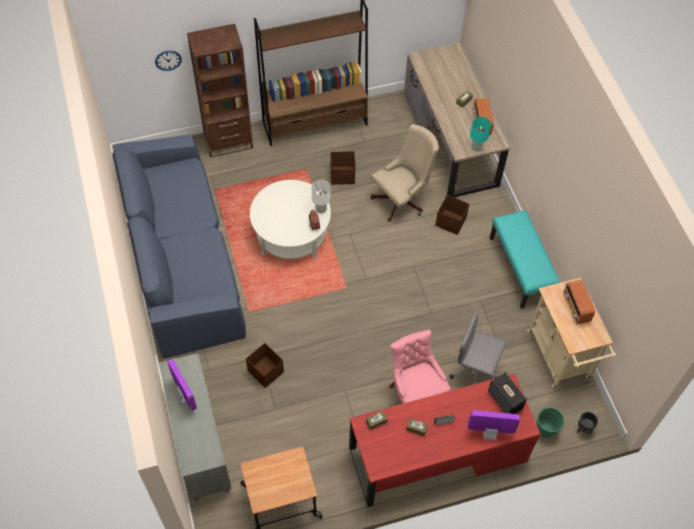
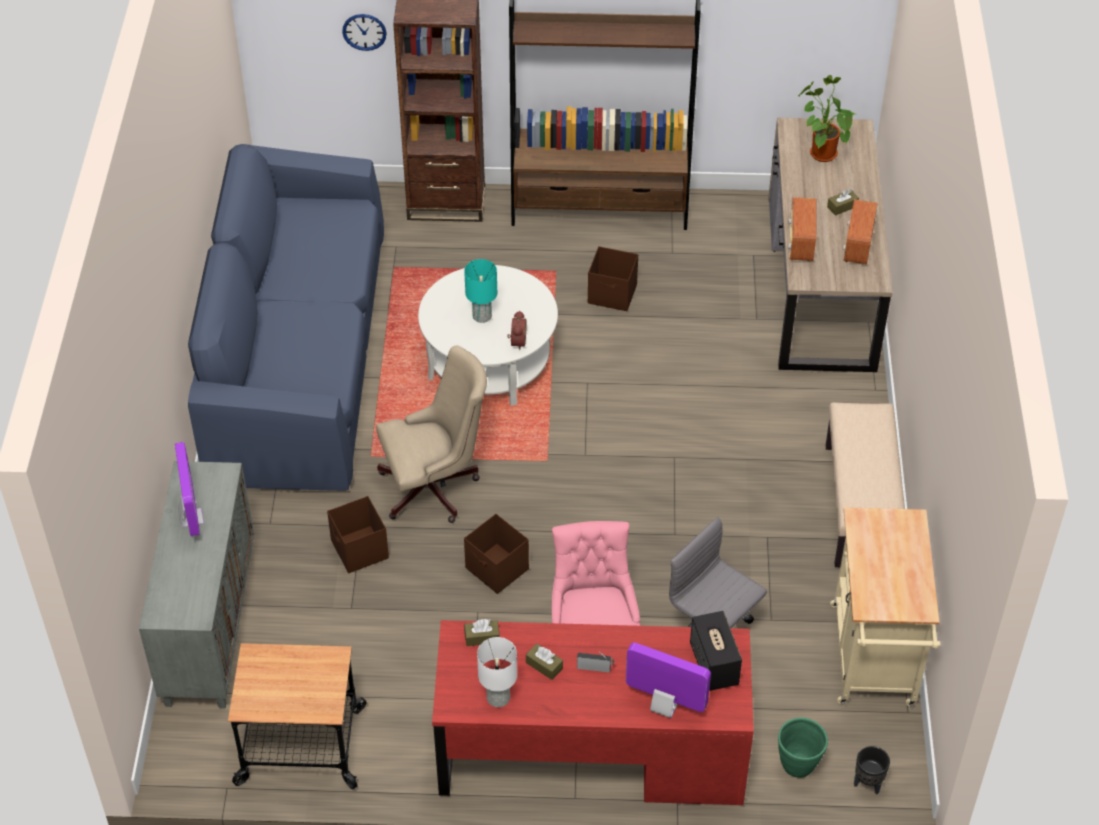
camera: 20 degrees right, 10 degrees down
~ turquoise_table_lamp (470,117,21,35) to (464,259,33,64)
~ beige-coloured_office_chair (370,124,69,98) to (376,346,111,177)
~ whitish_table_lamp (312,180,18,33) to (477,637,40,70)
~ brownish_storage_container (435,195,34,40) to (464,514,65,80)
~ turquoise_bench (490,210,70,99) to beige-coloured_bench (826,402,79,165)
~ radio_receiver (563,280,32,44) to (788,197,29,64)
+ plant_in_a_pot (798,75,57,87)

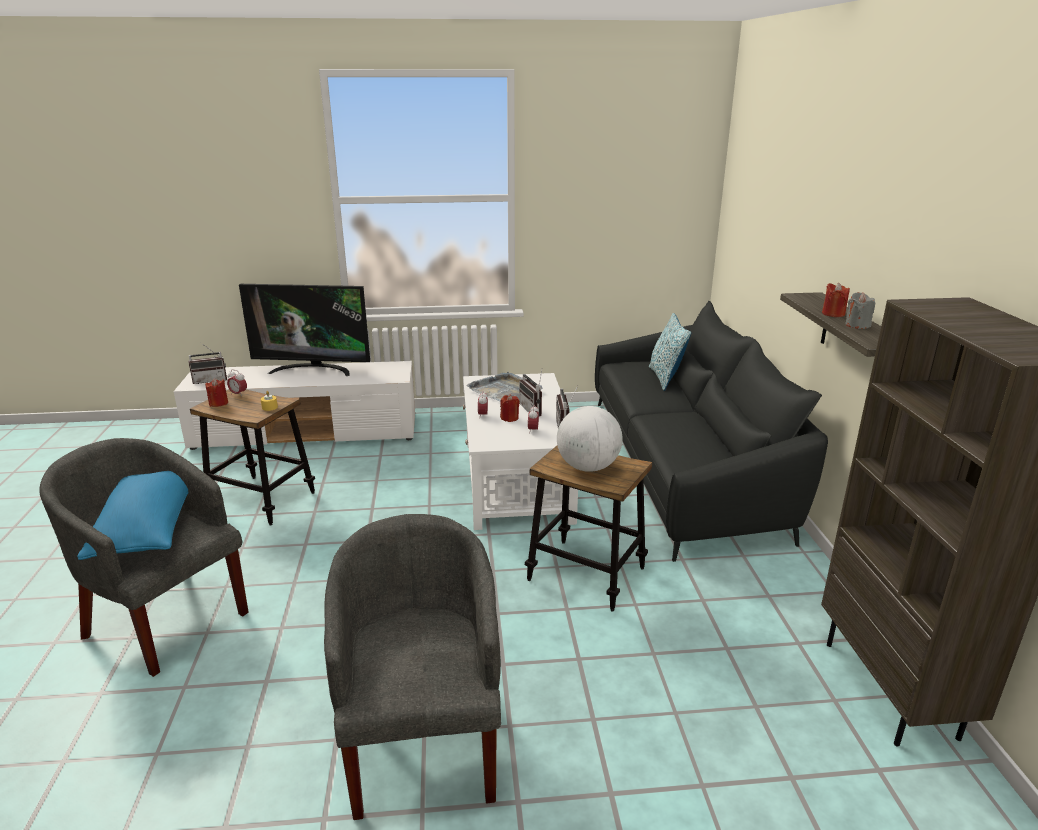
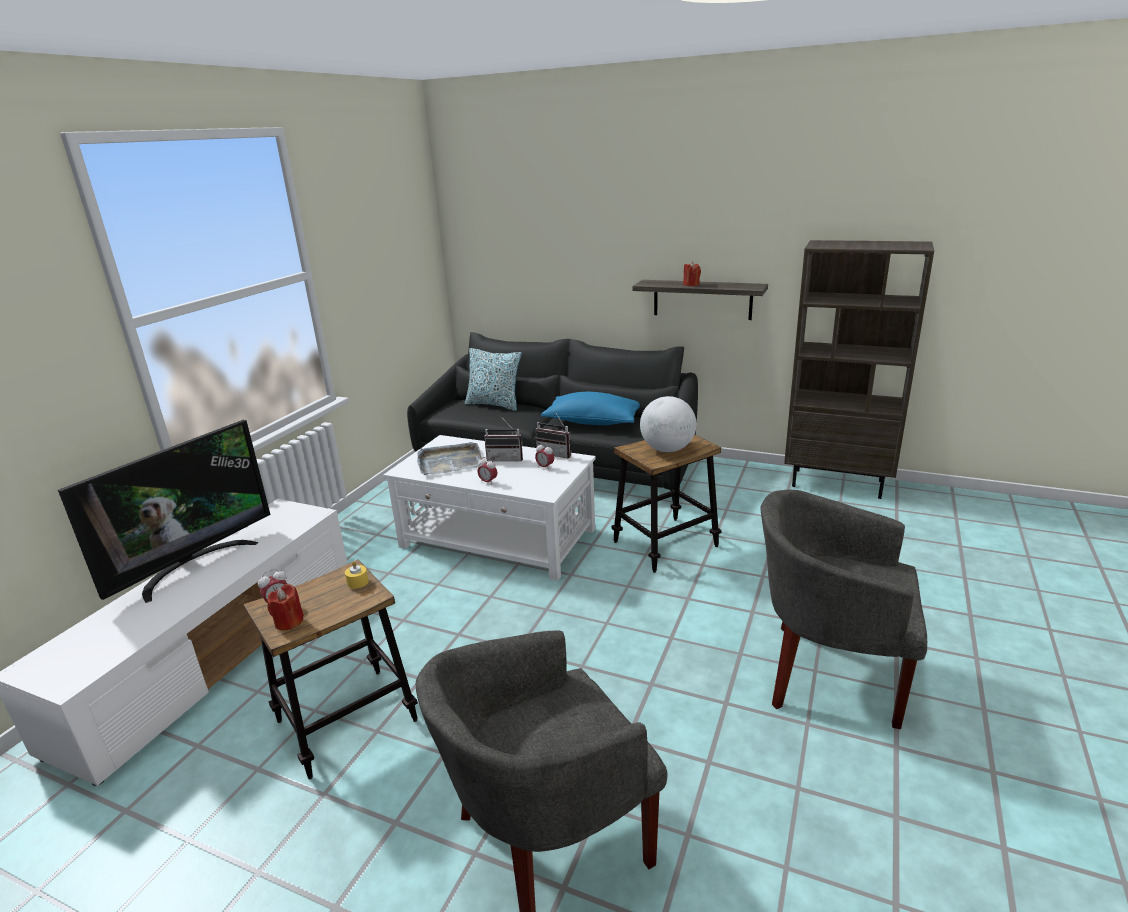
camera: 60 degrees left, 0 degrees up
- greyish_wax_light (845,292,30,37)
- radio_receiver (188,342,39,42)
- reddish_wax_light (500,394,20,28)
~ bluish_throw_pillow (77,471,112,89) to (541,392,99,33)

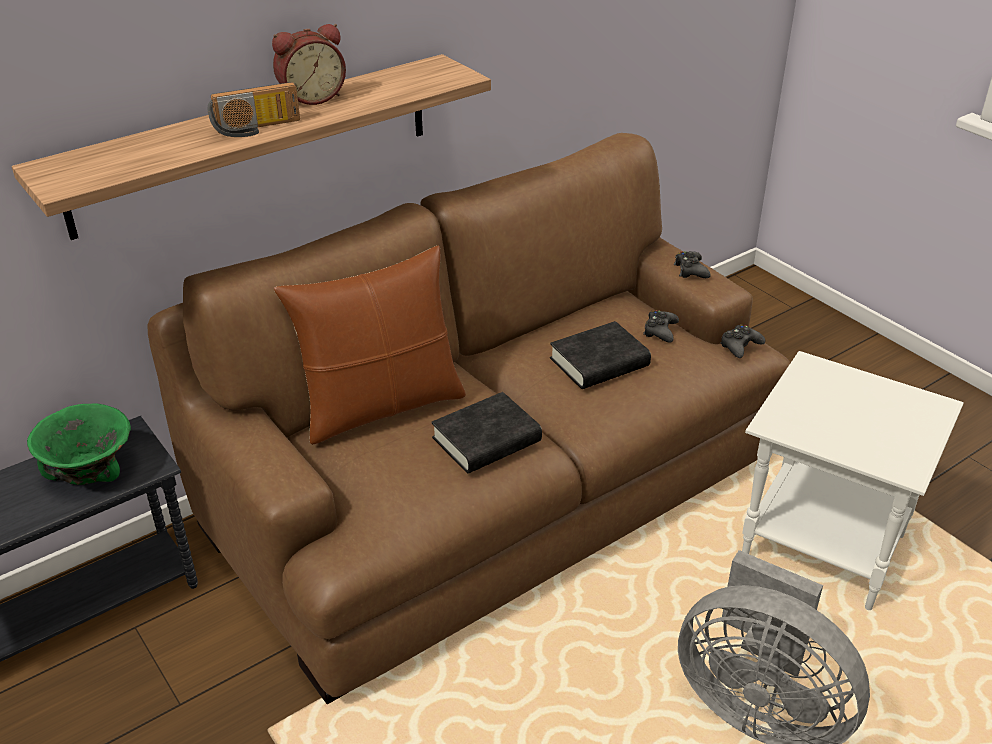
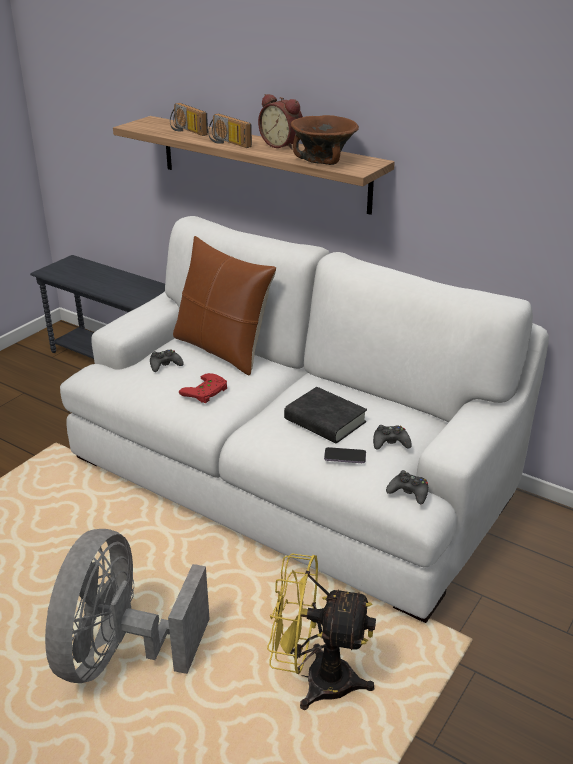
camera: 70 degrees right, 5 degrees down
~ brownish_settee (147,133,644,571) to whitish_settee (60,216,489,407)
~ blackish_gamepad (674,251,37,27) to (150,349,34,23)
~ whitish_accent_table (742,351,222,259) to yellow-coloured_fan (267,554,109,156)
~ blackish_book (431,392,111,81) to reddish_gamepad (179,373,48,30)
- green-coloured_serving_bowl (27,403,104,82)
+ radio_receiver (170,103,38,33)
+ brownish_serving_bowl (291,115,68,50)
+ handset (324,447,42,16)

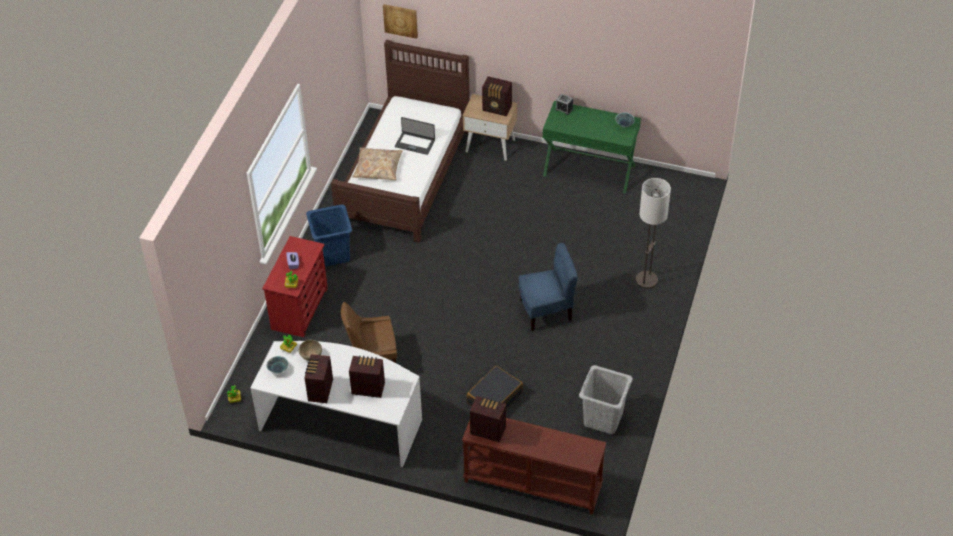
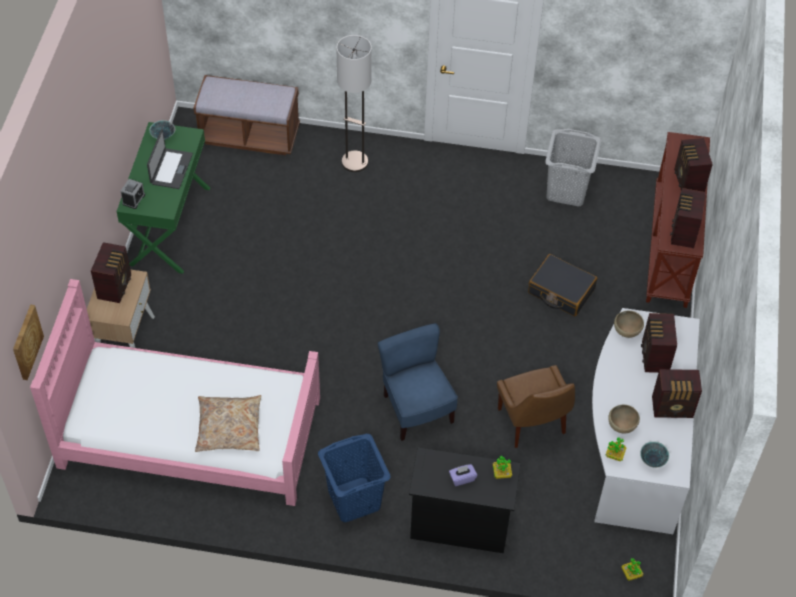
camera: 100 degrees left, 5 degrees up
~ brownish_bed (331,40,139,203) to pink-coloured_bed (30,279,290,227)
~ portable_computer (395,117,40,38) to (147,129,46,60)
~ reddish_chest_of_drawers (262,236,66,101) to blackish_chest_of_drawers (409,448,112,105)
~ bluish_upright_chair (519,243,59,88) to (378,323,80,118)
+ brownish_bench (194,75,106,80)
+ radio_receiver (674,138,39,54)
+ brownish_serving_bowl (614,311,30,27)

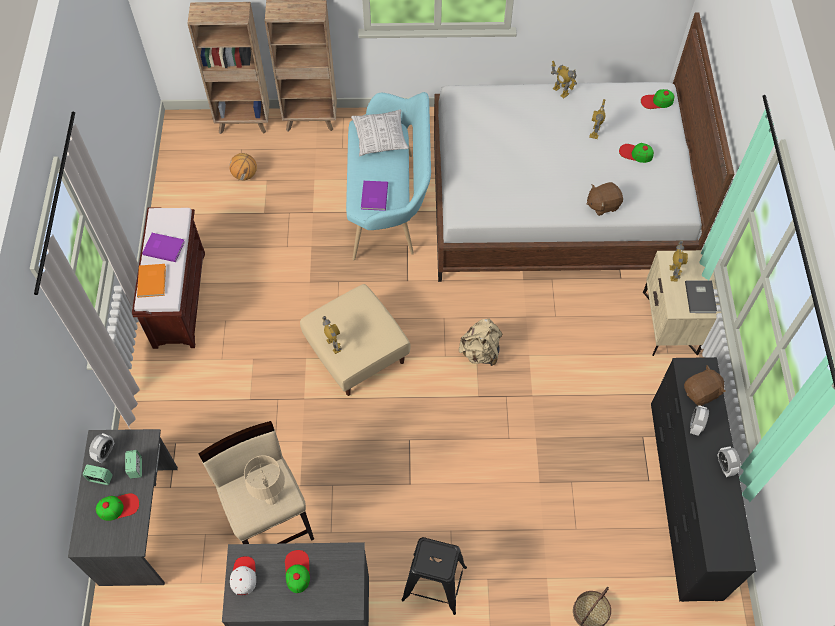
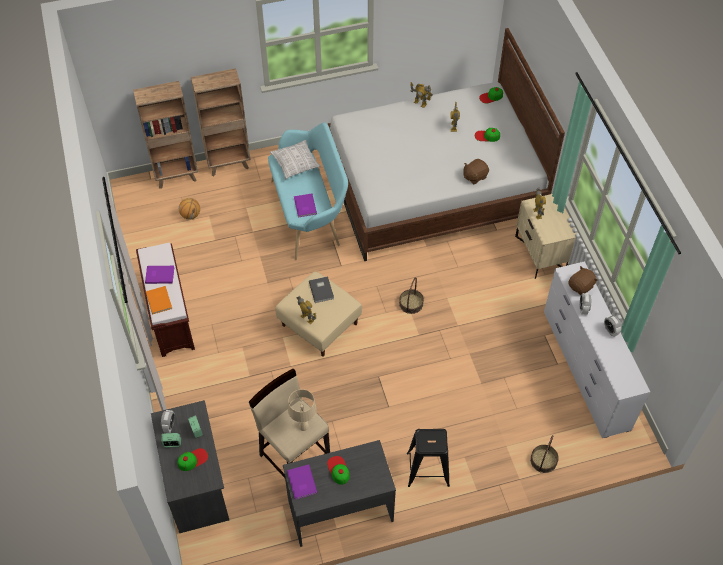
camera: 15 degrees left, 5 degrees down
~ greyish_book (685,281,32,32) to (309,276,25,27)
~ beige-coloured_knapsack (459,318,43,48) to basket (399,277,25,37)
~ blackish_chest_of_drawers (651,357,105,245) to whitish_chest_of_drawers (544,261,106,177)
~ whitish_baseball_cap (230,556,26,39) to purplish_book (287,464,31,36)

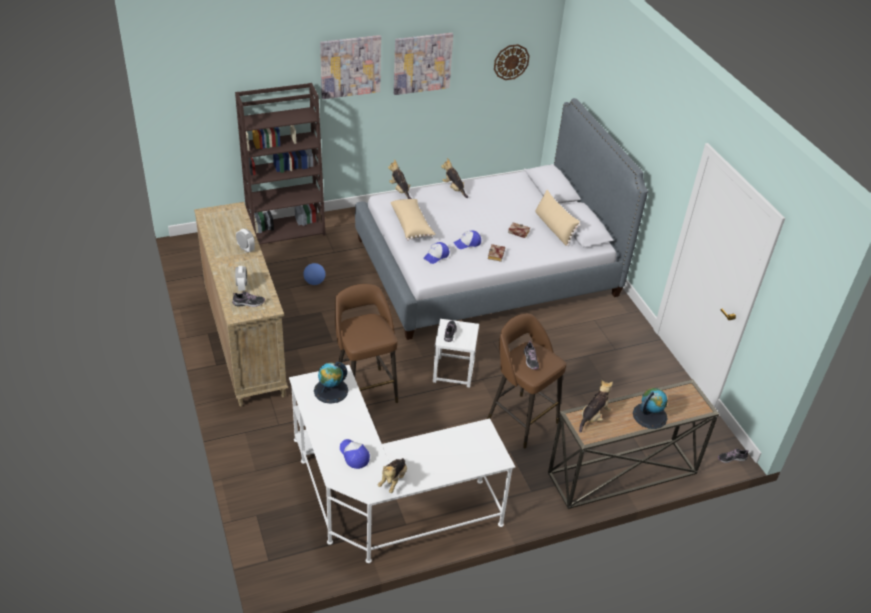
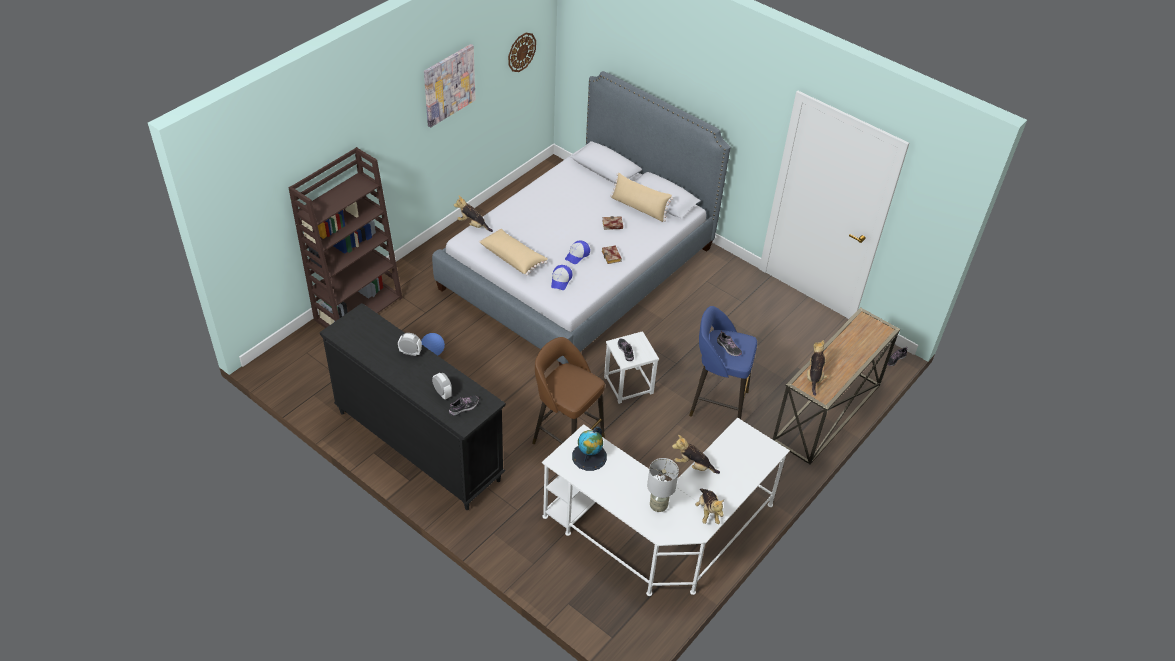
camera: 30 degrees left, 5 degrees up
- wall_picture (320,35,61,64)
~ plush_toy (441,158,27,40) to (672,435,48,39)
~ beige-coloured_chest_of_drawers (194,202,94,204) to blackish_chest_of_drawers (320,303,186,207)
~ brownish_sitting_stool (487,313,79,135) to bluish_sitting_stool (689,306,68,113)
- globe (633,388,35,41)
~ baseball_cap (340,439,30,30) to greyish_table_lamp (647,458,32,54)

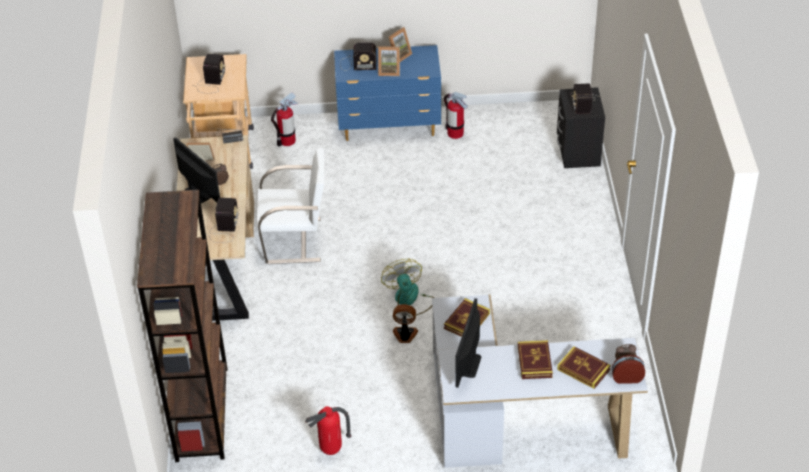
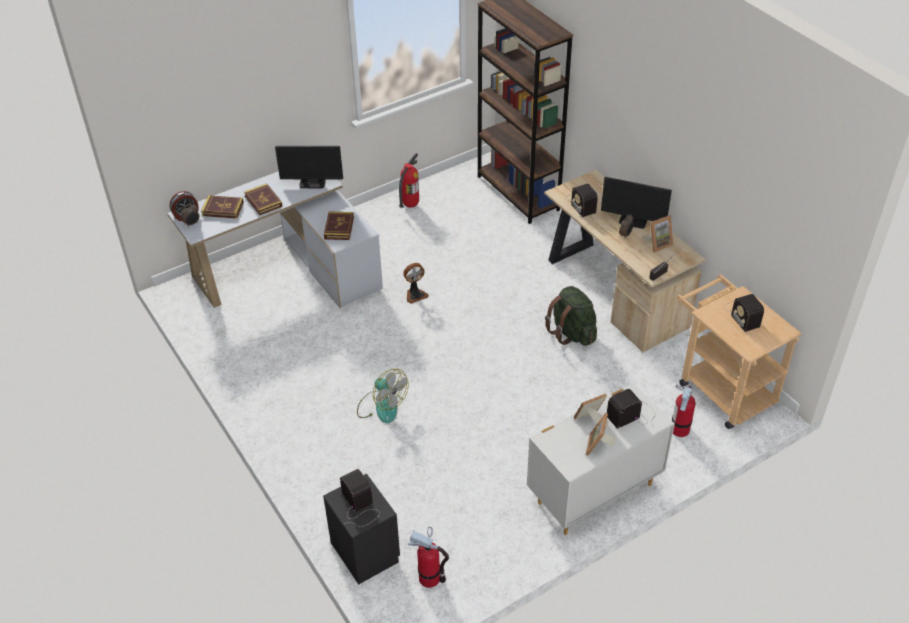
camera: 150 degrees right, 0 degrees up
~ bluish_chest_of_drawers (334,45,107,96) to whitish_chest_of_drawers (527,383,148,152)
~ fire_extinguisher (444,92,24,47) to (408,527,41,61)
~ whitish_upright_chair (255,148,69,116) to green-coloured_knapsack (545,286,52,60)
~ fan (381,259,53,57) to (357,369,52,54)
~ computer_display (456,298,25,90) = (275,146,68,42) 105 degrees clockwise

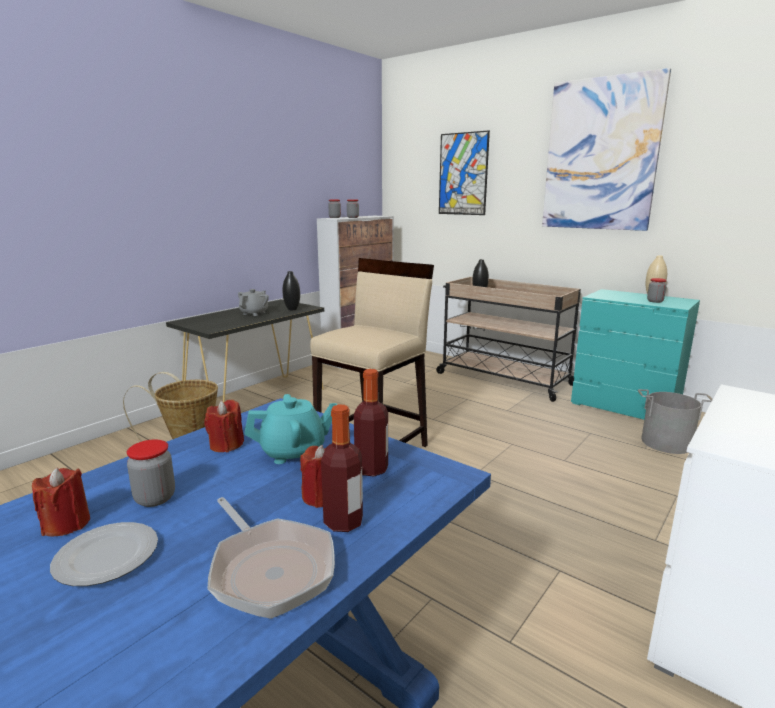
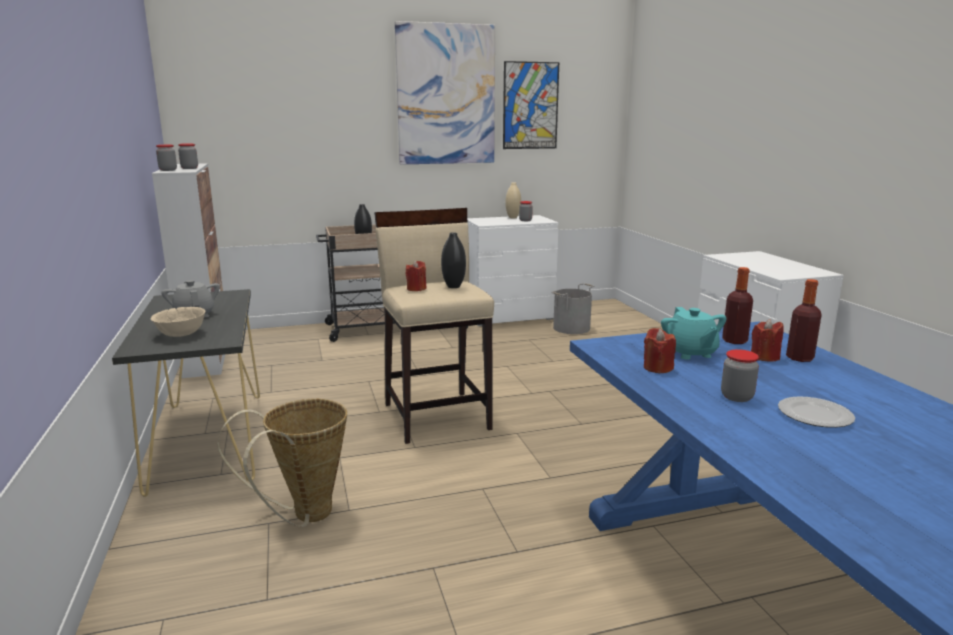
camera: 55 degrees left, 0 degrees up
~ wall_picture (439,130,51,85) to (503,61,56,88)
~ blackish_vase (283,271,17,39) to (441,232,25,56)
~ turquoise_chest_of_drawers (571,289,129,130) to whitish_chest_of_drawers (467,215,92,111)
~ turquoise_teapot (245,394,92,70) = (661,307,65,53) 150 degrees clockwise
~ reddish_wax_light (32,467,58,69) to (405,260,22,31)
- pan (207,497,128,122)
+ beige-coloured_serving_bowl (151,307,54,30)

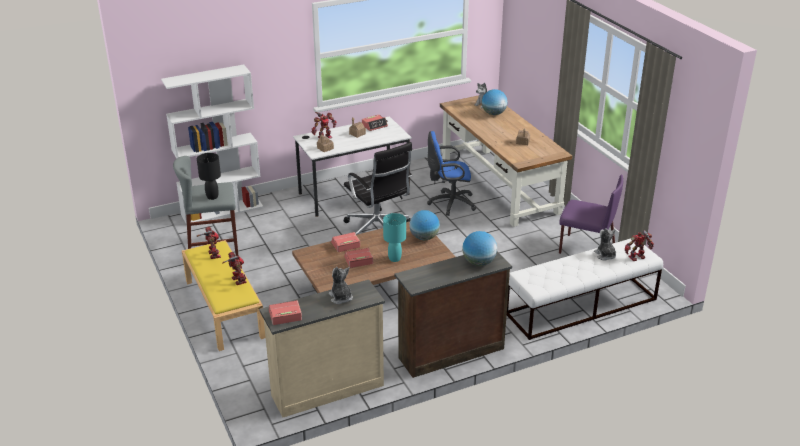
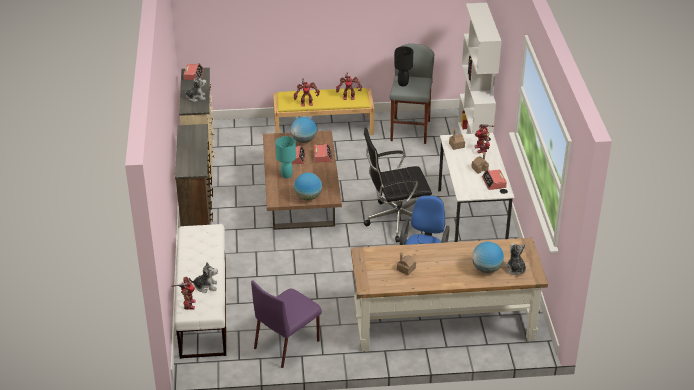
camera: 110 degrees right, 5 degrees up
~ globe (462,231,35,35) to (291,117,26,26)

